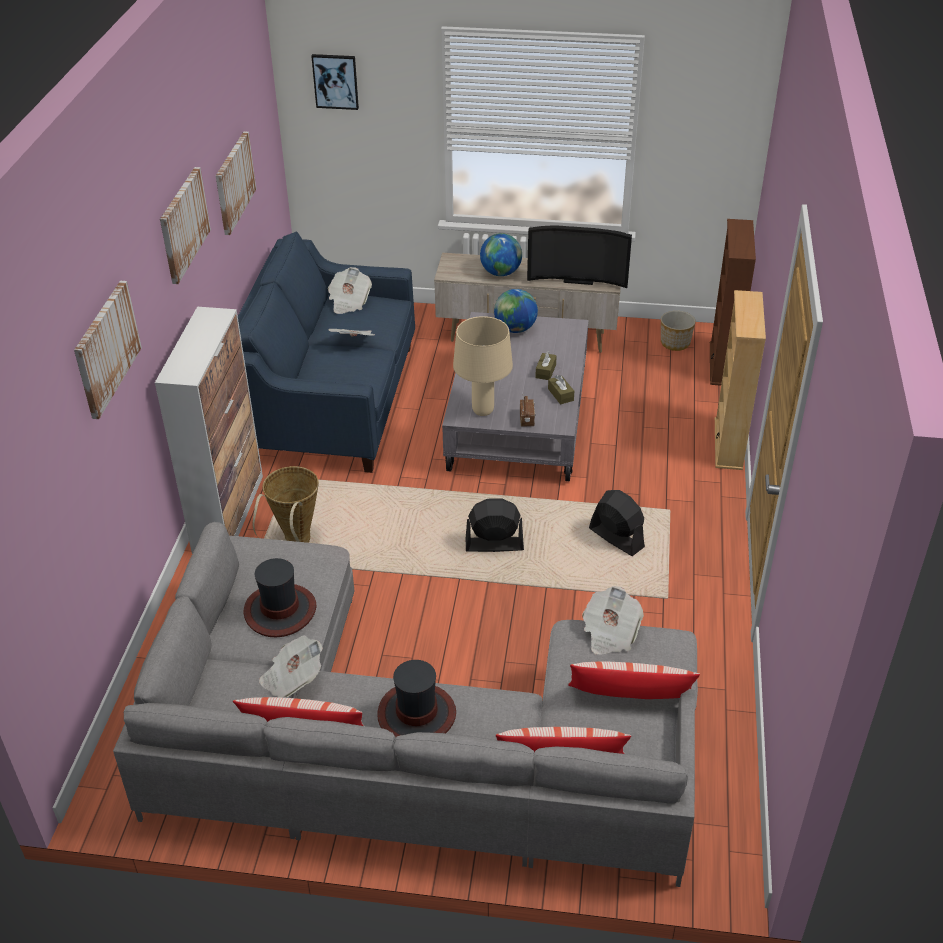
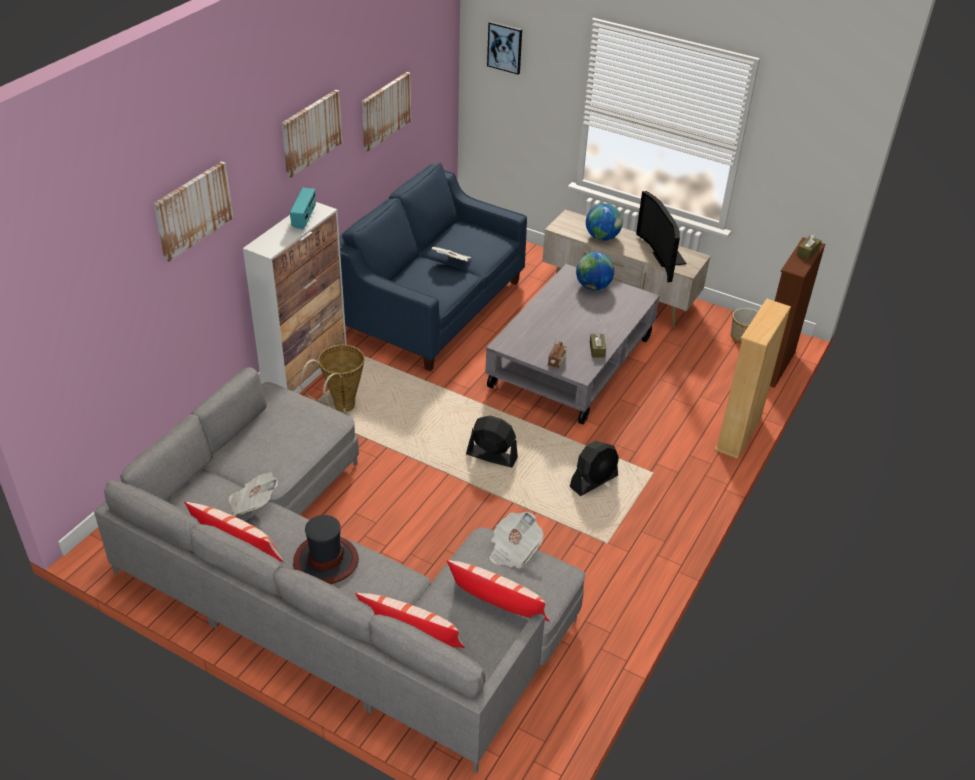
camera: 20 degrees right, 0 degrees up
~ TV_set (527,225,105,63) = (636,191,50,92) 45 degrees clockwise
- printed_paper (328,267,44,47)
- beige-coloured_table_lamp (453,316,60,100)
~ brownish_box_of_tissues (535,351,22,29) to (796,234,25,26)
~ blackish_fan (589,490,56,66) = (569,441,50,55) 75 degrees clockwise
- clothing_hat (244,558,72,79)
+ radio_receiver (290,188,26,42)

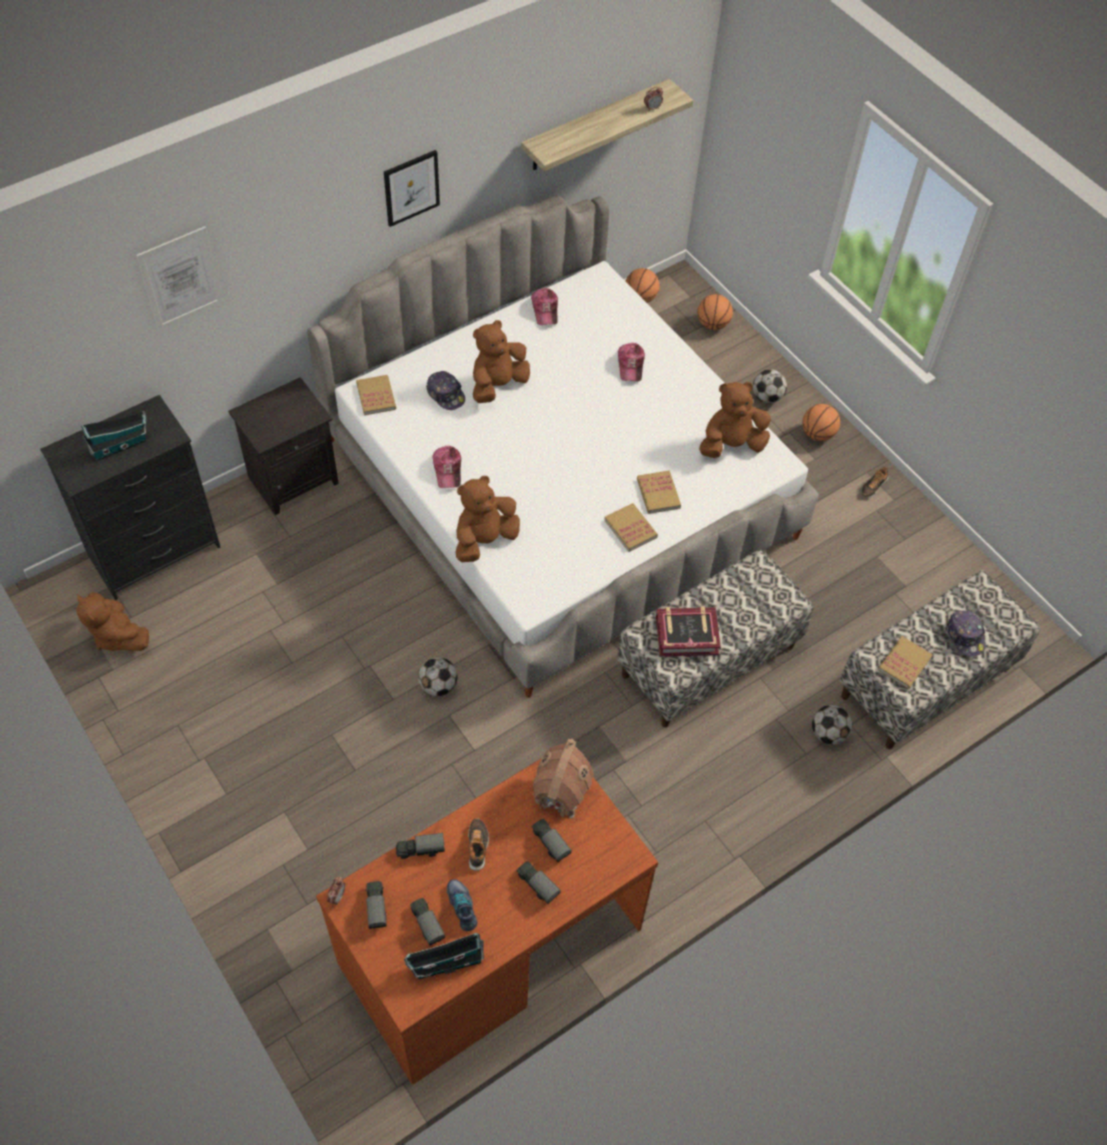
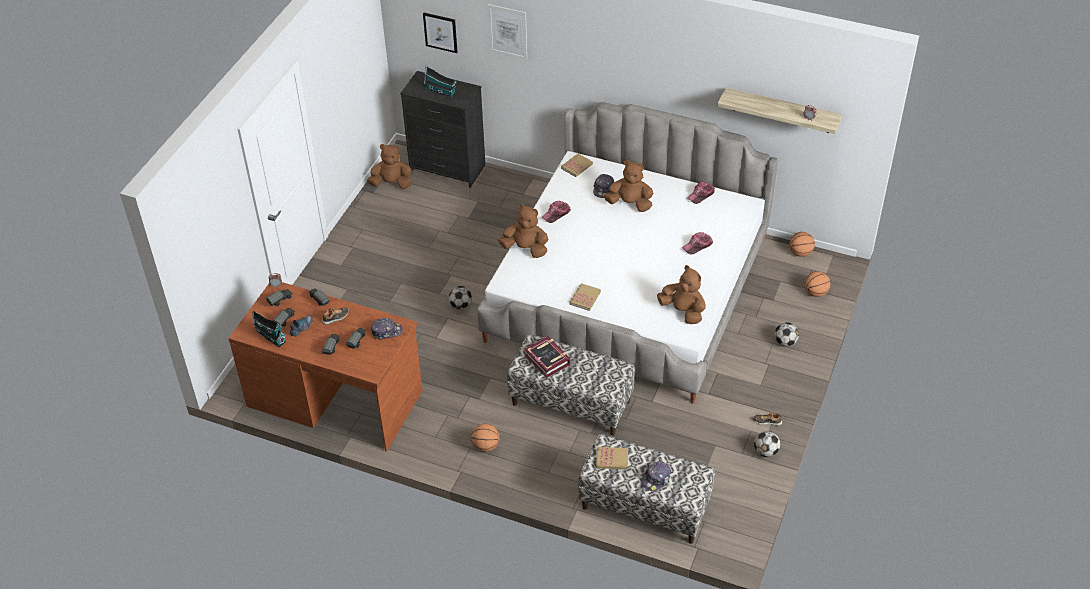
camera: 60 degrees right, 10 degrees down
~ wall_picture (384,150,56,77) to (423,13,34,40)
- blackish_nightstand (228,377,111,138)
~ ball_for_basketball (802,404,38,37) to (471,424,29,28)
- book (637,470,44,44)
~ brownish_plush_toy (76,592,73,59) = (367,144,45,45) 75 degrees clockwise
~ football (812,705,40,40) to (754,431,26,26)
~ miniature_house (533,739,61,80) to baseball_cap (371,318,32,21)

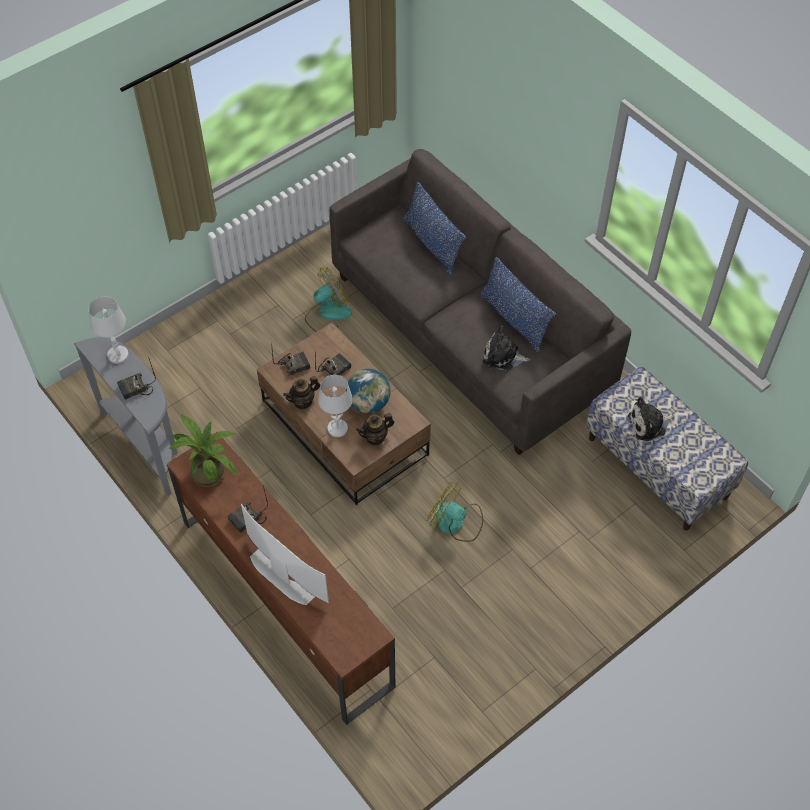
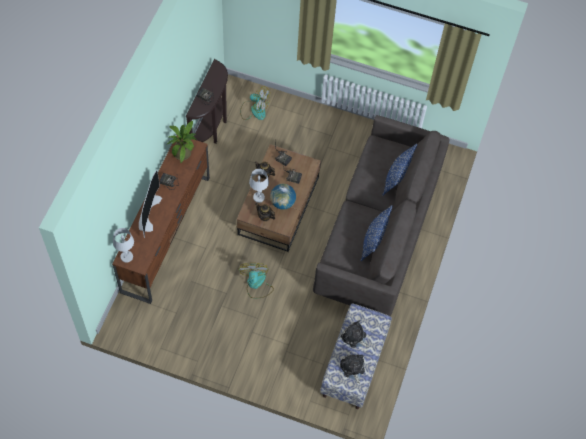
camera: 55 degrees right, 5 degrees up
~ fan (305,267,47,65) to (240,86,30,34)
~ whitish_table_lamp (89,296,40,68) to (113,228,21,35)
~ plush_toy (483,325,47,45) to (340,354,25,30)
~ greyish_hall_table (74,337,104,159) to brownish_hall_table (186,59,42,84)

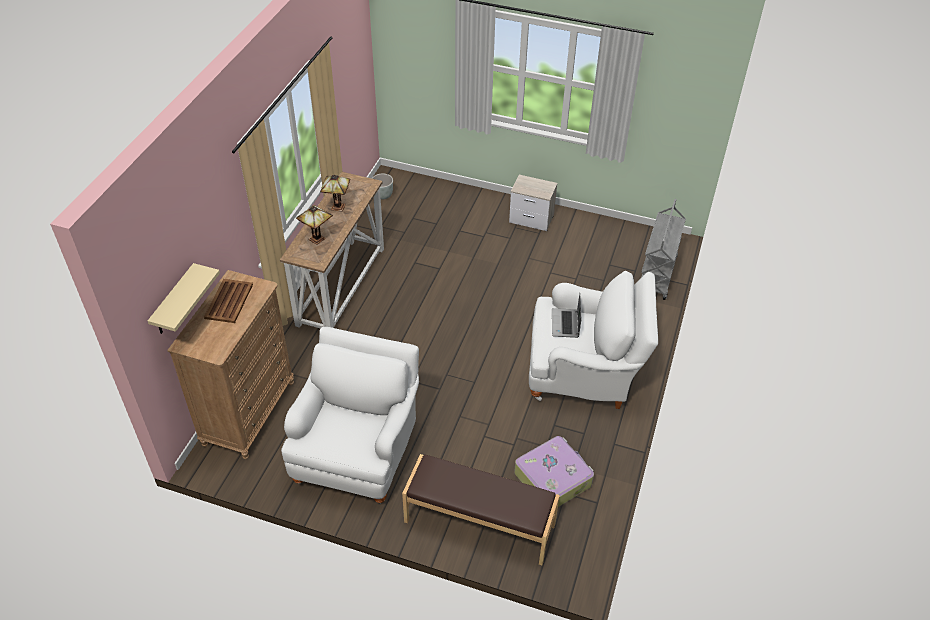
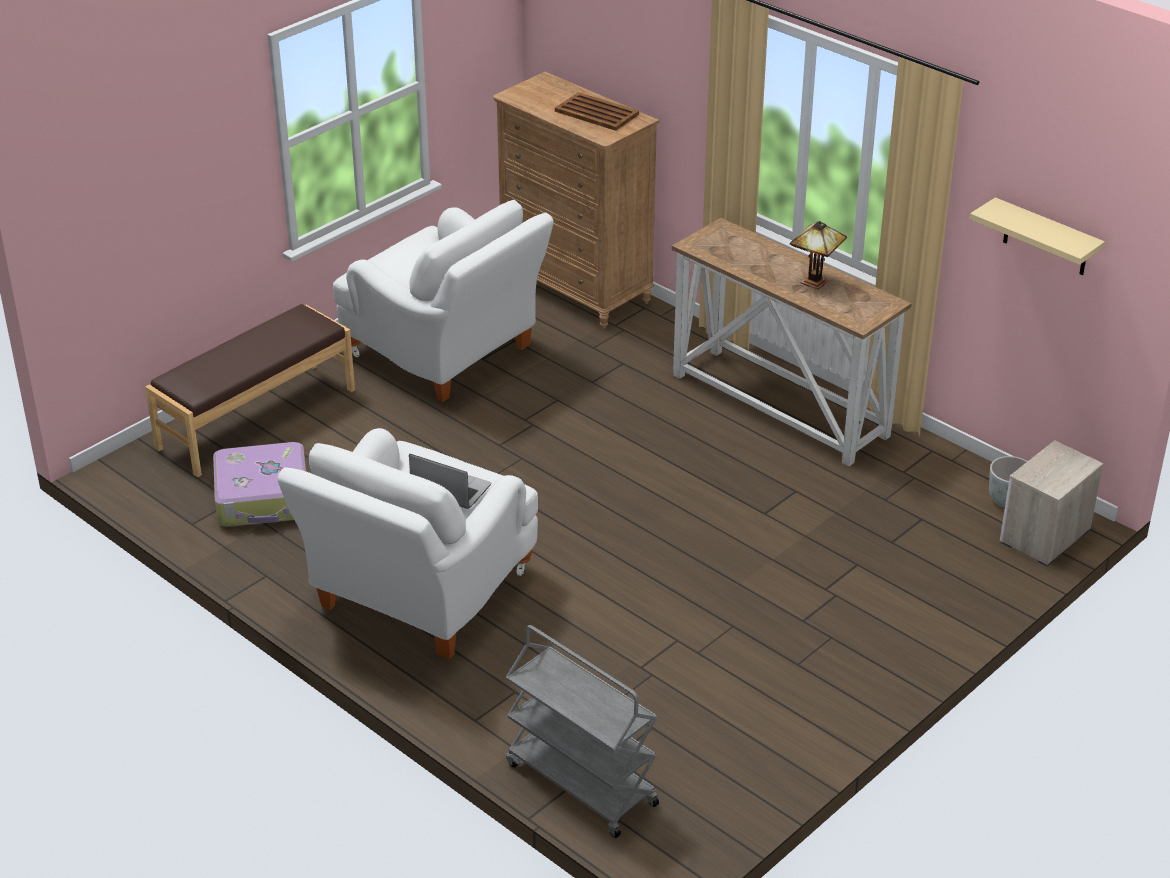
camera: 115 degrees right, 10 degrees down
~ nightstand (509,175,48,56) to (1000,440,104,127)
- table_lamp (296,205,37,40)
~ beige-coloured_wall_shelf (148,263,72,71) to (970,197,135,78)

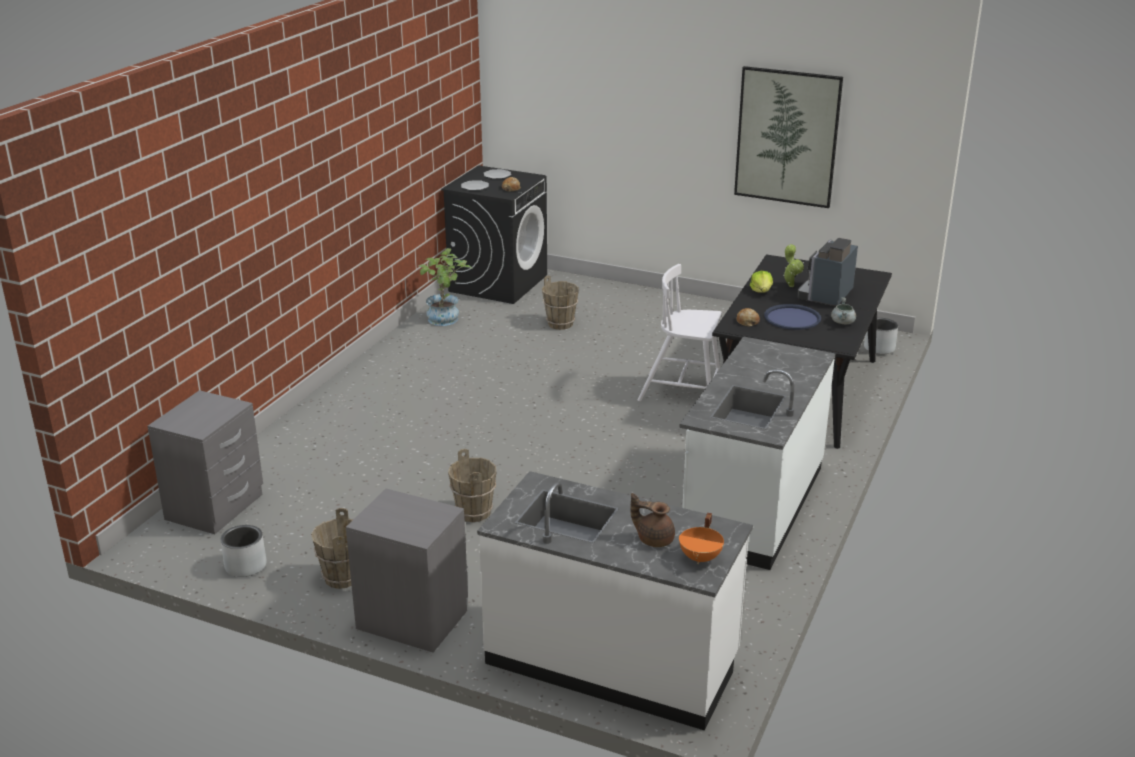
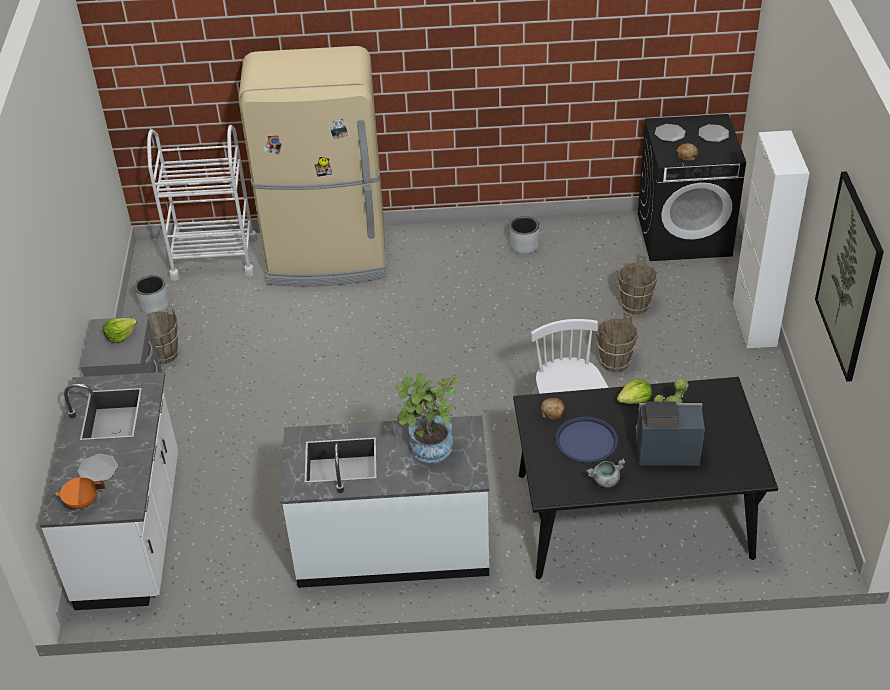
camera: 65 degrees right, 15 degrees up
~ plant_in_a_pot (418,248,55,78) to (395,373,64,90)
~ greyish_flower_pot (864,318,34,37) to (509,216,30,38)
~ greyish_nightstand (148,390,115,144) to whitish_trolley (147,125,110,156)
~ brownish_water_bucket (448,449,49,73) to (596,312,42,60)
~ brownish_teapot (630,493,45,54) to flat_dish (77,454,41,27)
+ beige-coloured_fridge (238,46,149,241)
+ whitish_cupboard (733,130,76,218)
+ lettuce (103,318,34,25)

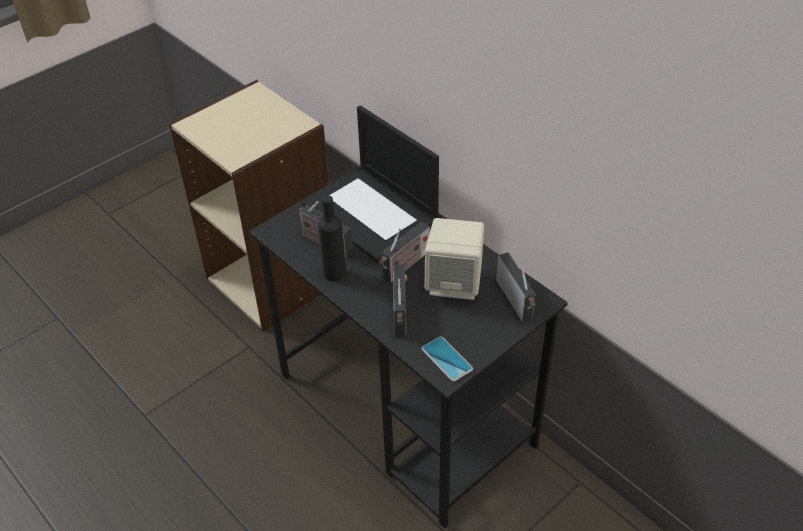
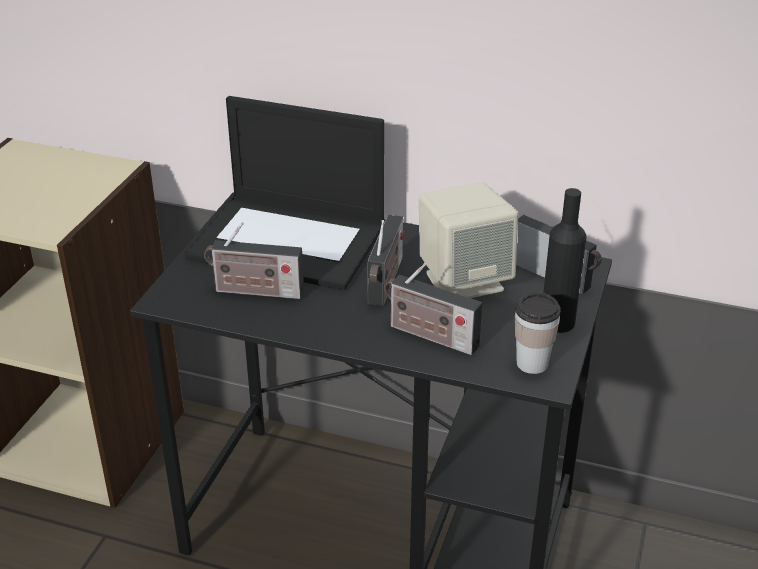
camera: 30 degrees left, 10 degrees down
~ blackish_drink_bottle (318,196,28,86) to (543,188,44,145)
~ radio_receiver (393,265,14,71) = (384,262,98,94) 150 degrees clockwise
~ handset (422,336,51,45) to drinking_cup (515,293,46,81)

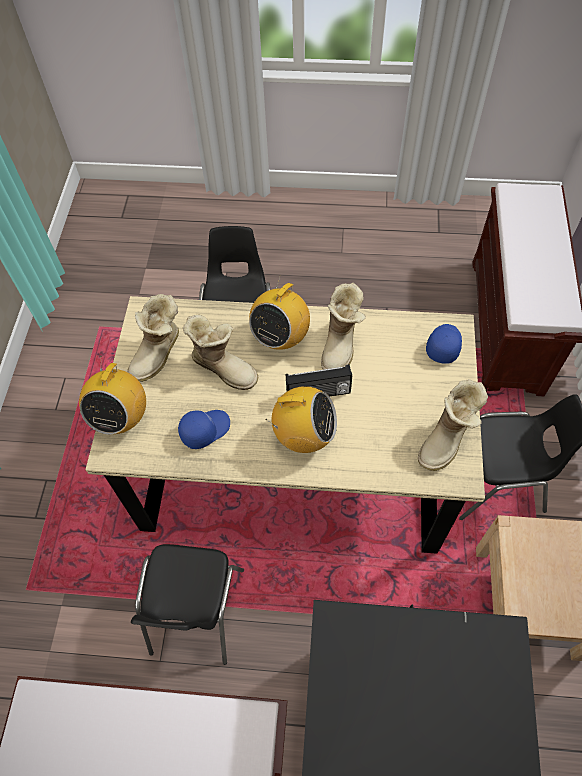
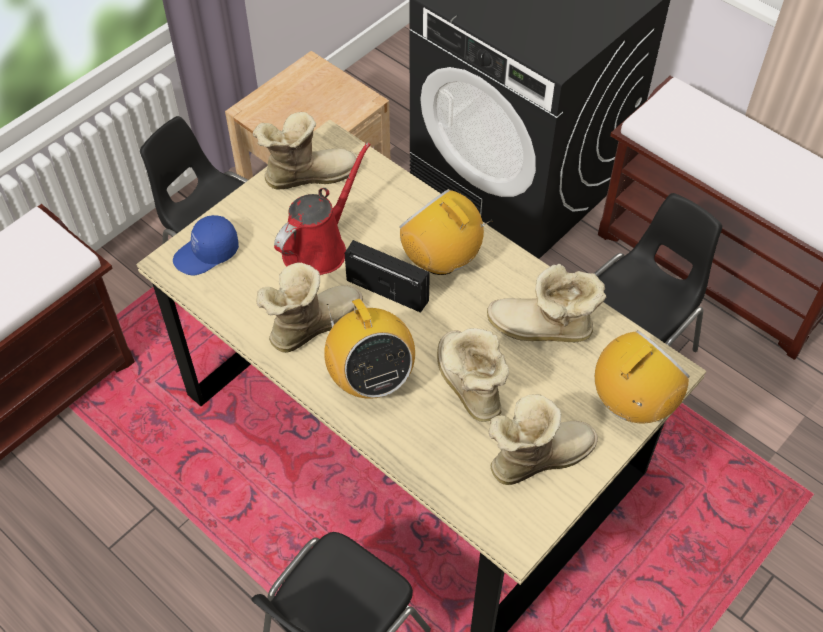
camera: 145 degrees left, 5 degrees down
~ radio_receiver (249,275,61,75) = (324,299,91,100) 90 degrees clockwise
~ bluish_baseball_cap (178,410,52,39) to boot (487,264,119,78)
+ reddish_sprinkling_can (274,142,97,133)

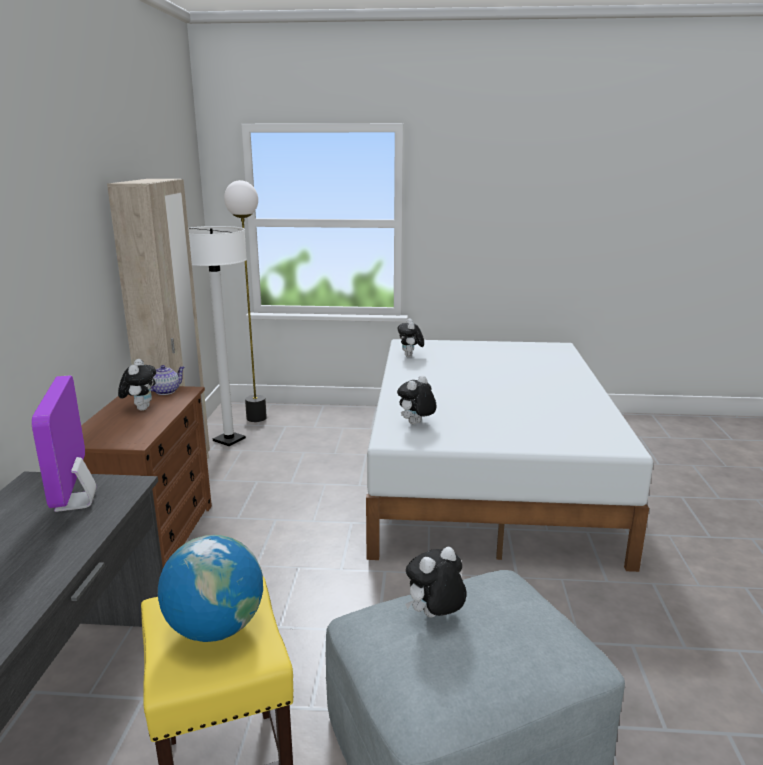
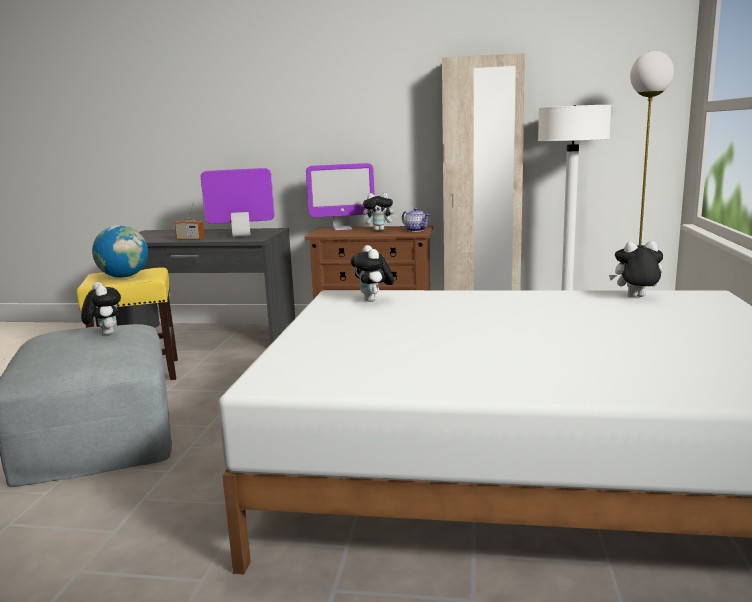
camera: 95 degrees right, 5 degrees down
~ plush_toy (397,375,39,49) = (351,245,43,57) 150 degrees counterclockwise
+ computer_display (306,163,69,67)
+ radio_receiver (174,201,31,40)

